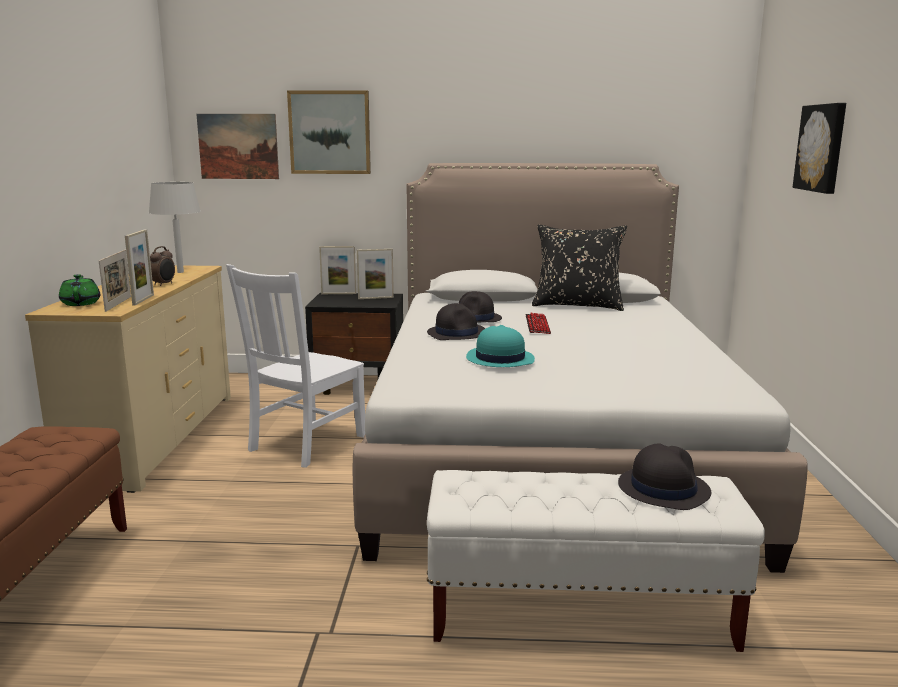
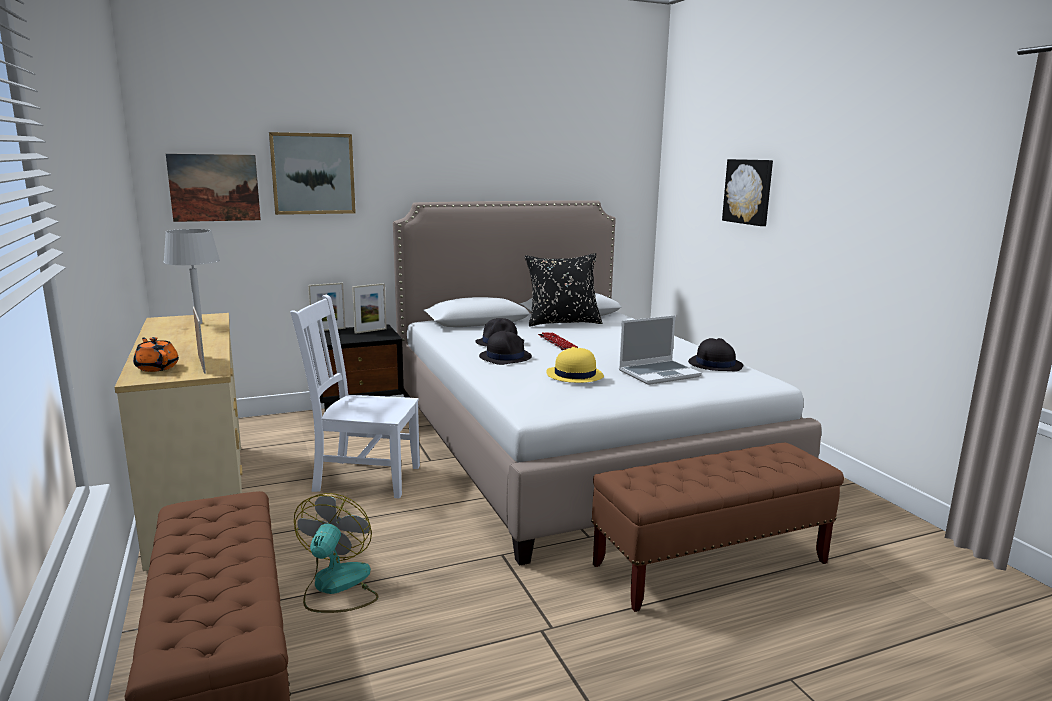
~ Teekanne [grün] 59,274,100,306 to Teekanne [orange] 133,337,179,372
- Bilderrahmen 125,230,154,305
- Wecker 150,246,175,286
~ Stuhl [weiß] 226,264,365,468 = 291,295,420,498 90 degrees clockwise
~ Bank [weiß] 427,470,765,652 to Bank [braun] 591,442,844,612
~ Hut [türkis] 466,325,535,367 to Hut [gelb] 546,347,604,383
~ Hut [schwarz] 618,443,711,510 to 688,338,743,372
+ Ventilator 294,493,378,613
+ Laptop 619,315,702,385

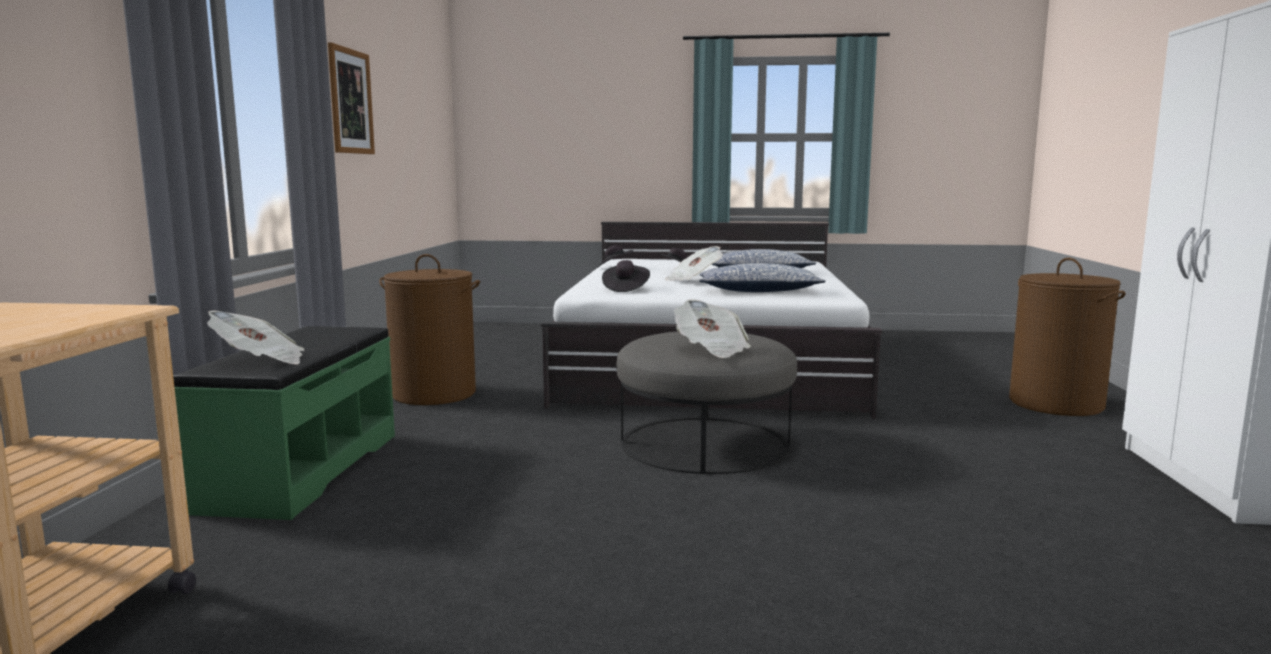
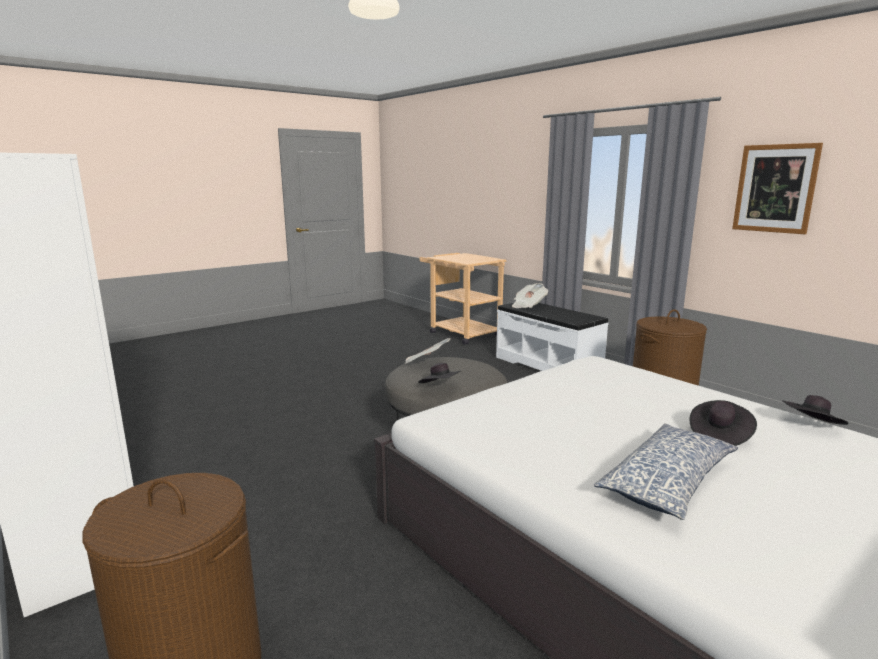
~ Bank [grün] 173,326,395,520 to Bank [weiß] 496,302,608,371
~ Hut [schwarz] 602,260,650,292 to 418,363,460,383
- Zeitung 665,246,723,281
- Kissen 699,263,826,292

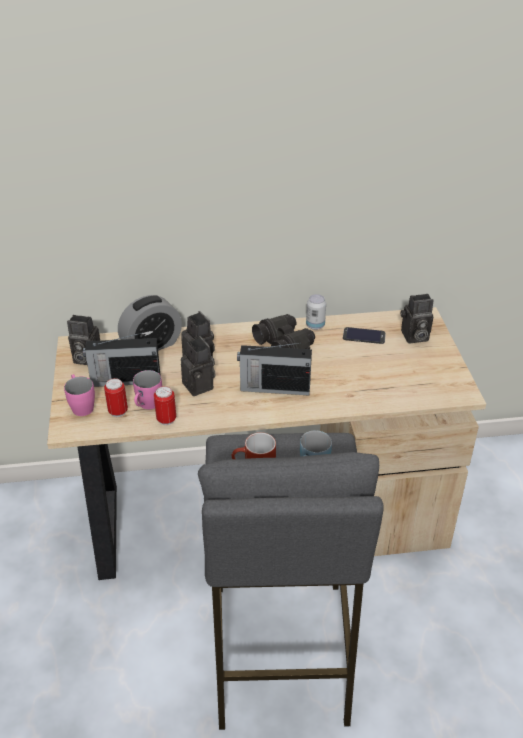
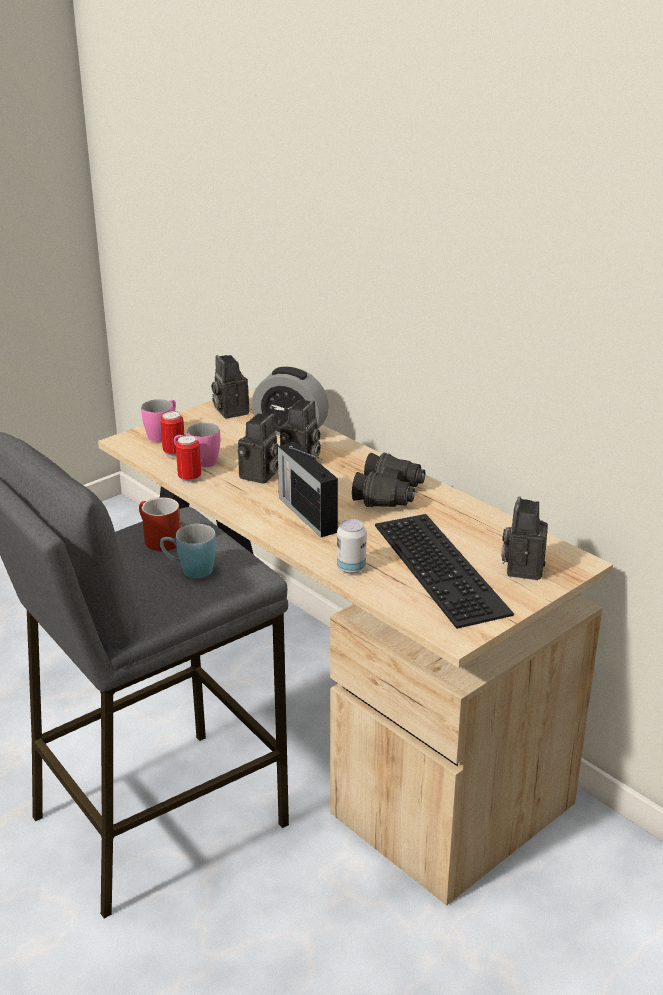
- Radio 83,332,160,387
~ Dose 306,294,326,330 to 337,519,367,574
- Handy 343,327,386,344
~ Kamera 401,294,434,343 = 501,496,548,580 60 degrees clockwise
+ Tastatur 375,514,514,629

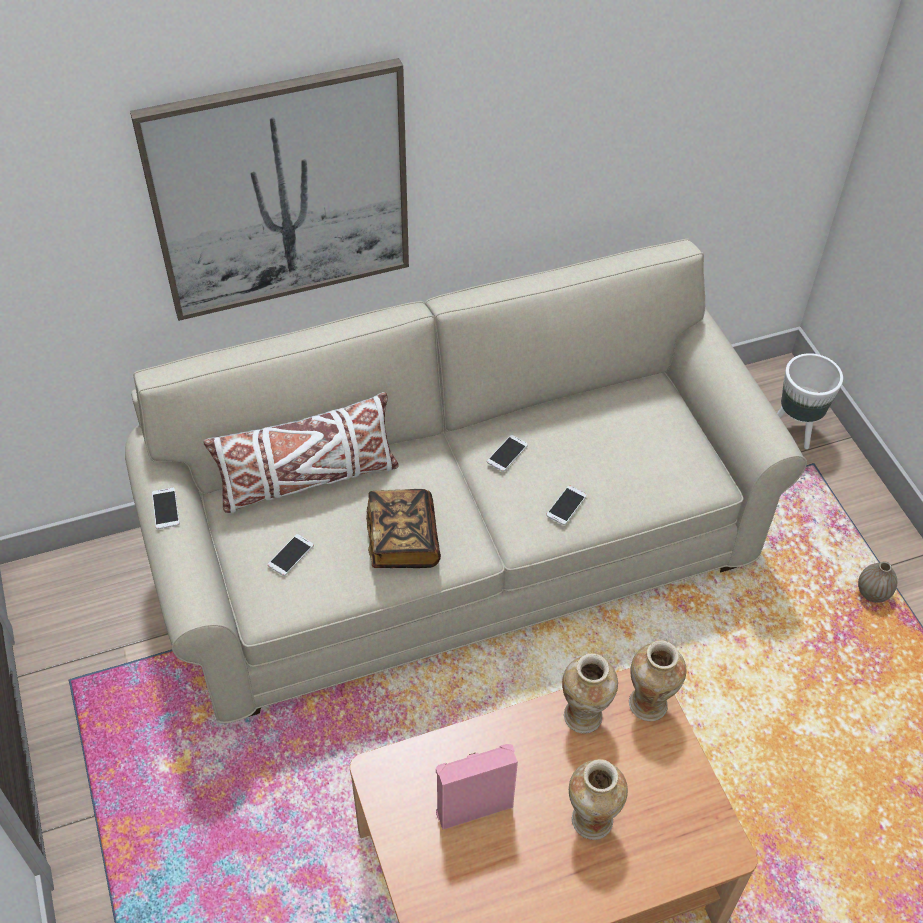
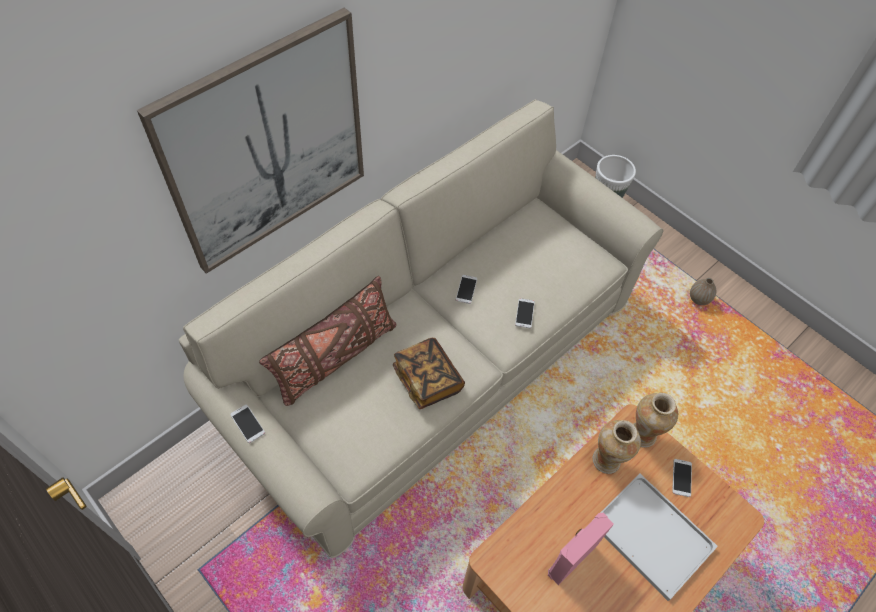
~ Kissen [weiß] 203,392,399,513 to Kissen [braun] 259,276,396,406
~ Handy 268,534,314,576 to 672,459,692,497
~ Vase 569,759,628,840 to Tablett [weiß] 600,474,718,601

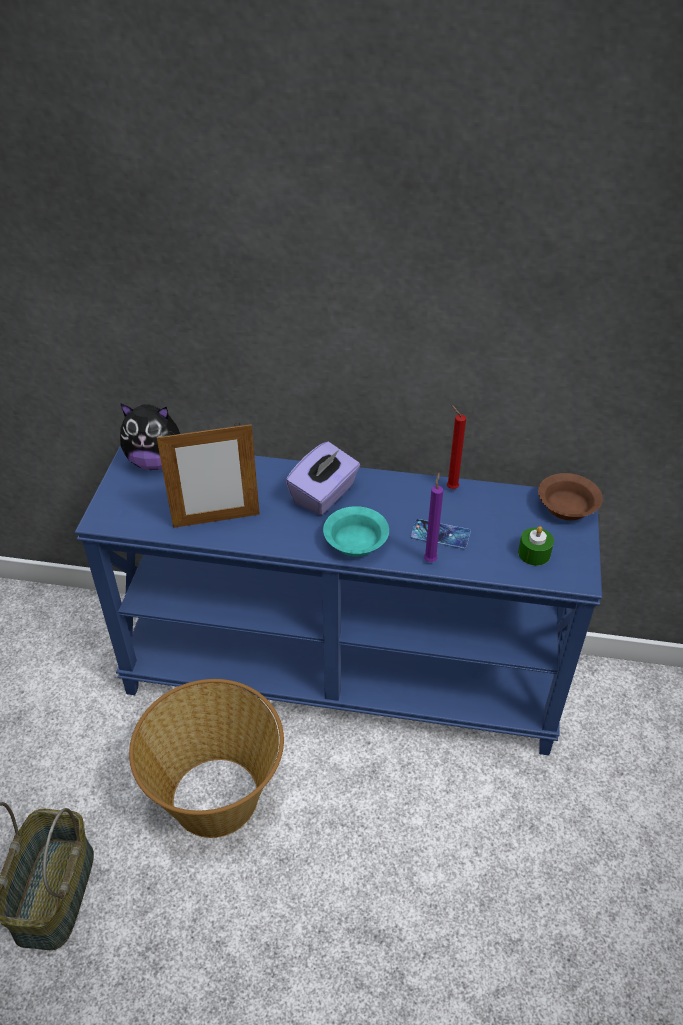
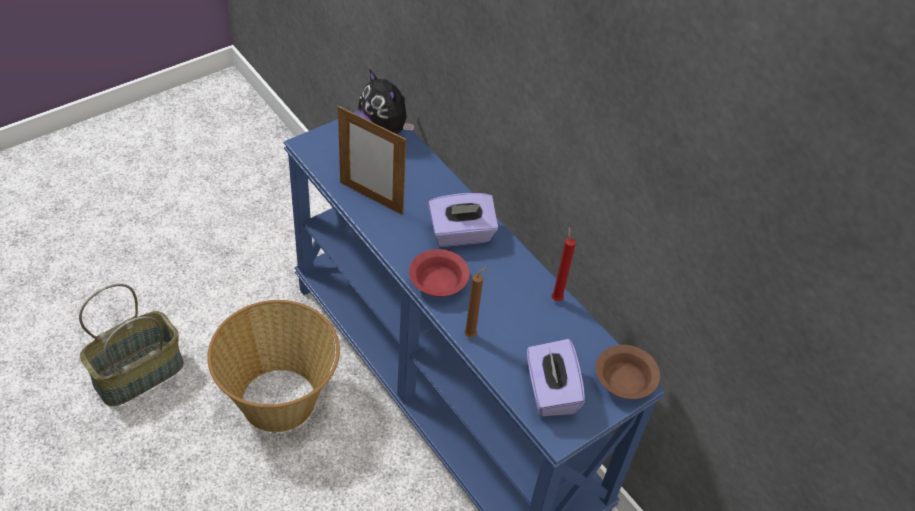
~ Schüssel [türkis] 323,506,389,557 to Schüssel [rot] 409,249,470,297
- Handy 410,519,471,549
~ Kerze [lila] 424,473,443,562 to Kerze [braun] 464,266,488,338
~ Kerze [grün] 518,526,554,566 to Taschentuchbox [lila] 527,339,585,417

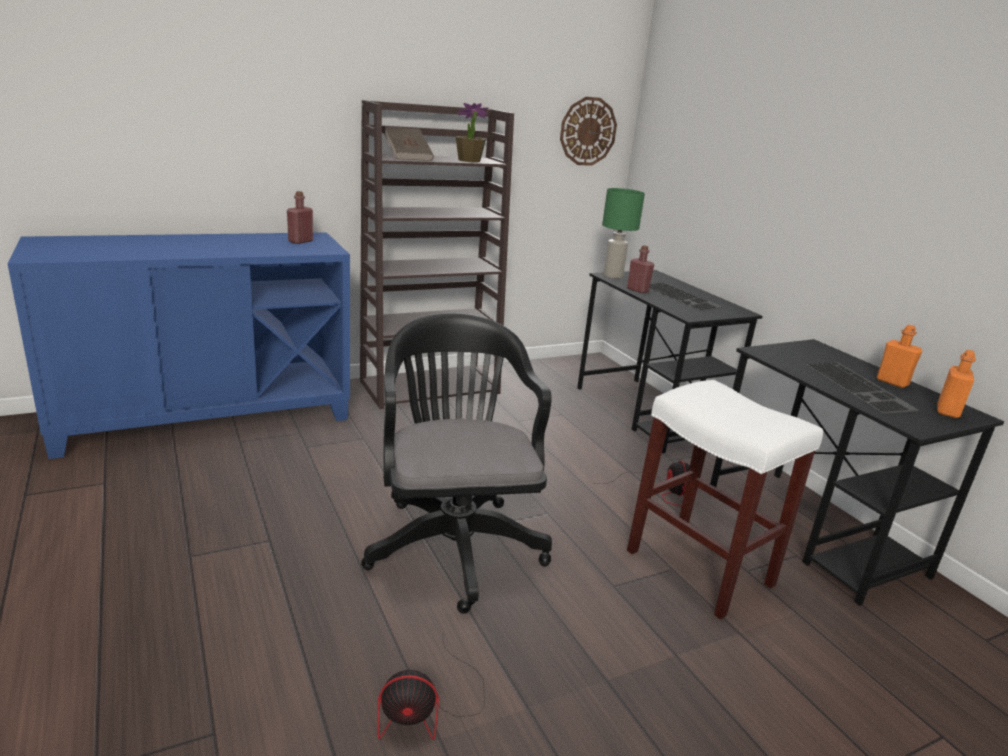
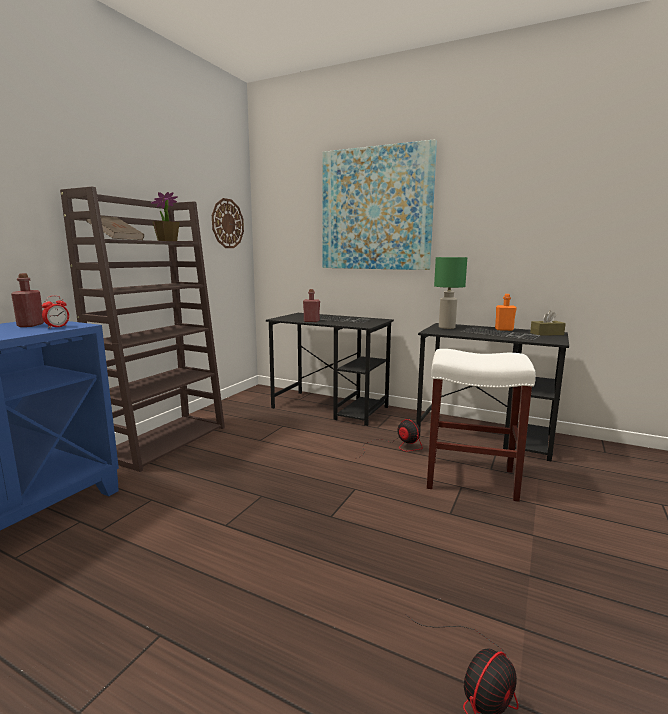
- Bürostuhl [schwarz] 361,313,552,614
~ Tischlampe [grün] 602,188,645,279 to 434,257,467,329
~ Flasche [orange] 937,350,976,418 to Taschentuchbox [braun] 530,311,566,336
+ Wecker 42,296,69,329
+ Bild 322,139,437,270

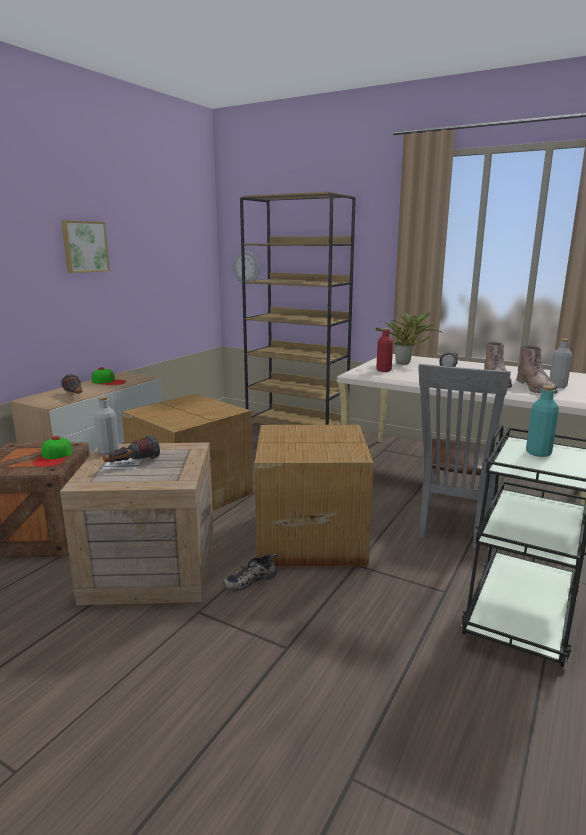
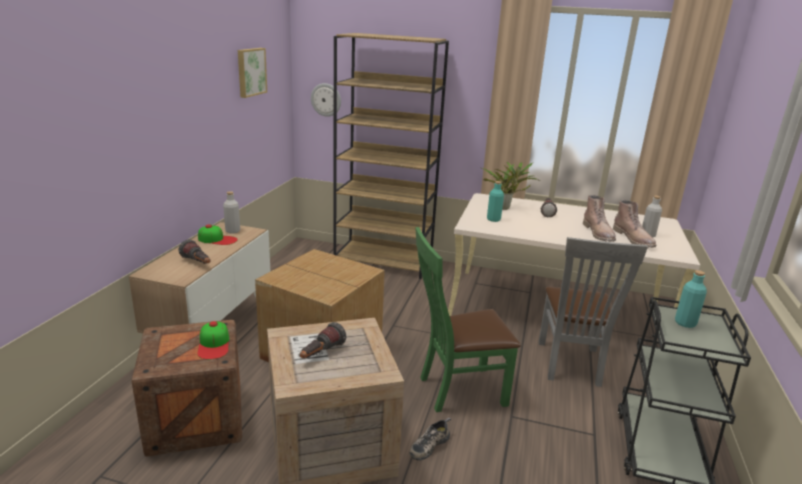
~ Bild 61,220,110,273 to 238,48,267,98
~ Flasche [grau] 94,396,119,455 to 223,191,240,234
~ Karton 254,425,374,567 to Stuhl [grün] 415,227,521,412
~ Flasche [rot] 376,328,393,372 to Flasche [türkis] 487,181,504,222

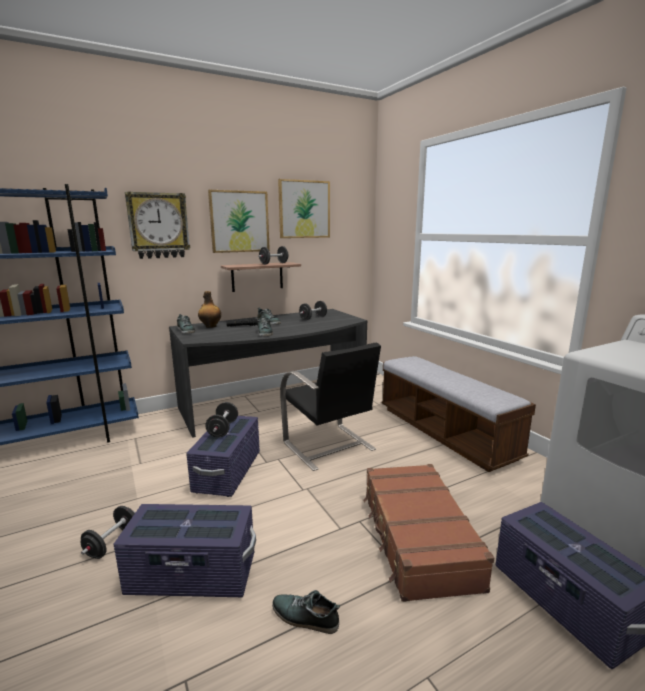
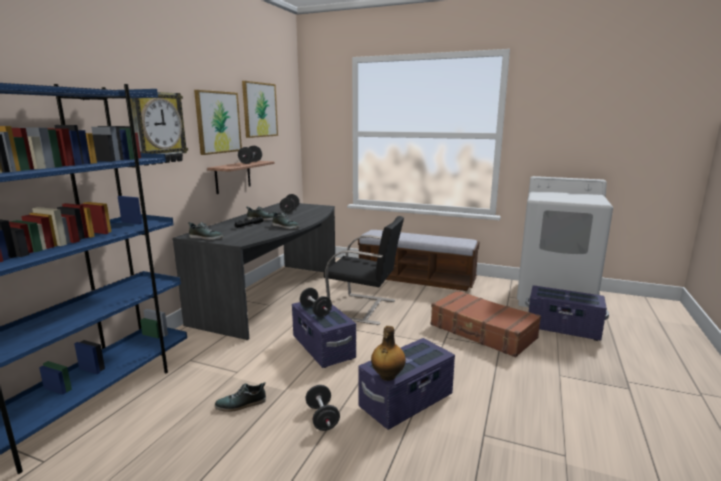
~ Flasche 198,291,221,328 to 371,326,406,381
~ Schuh 272,590,340,634 to 215,382,266,412

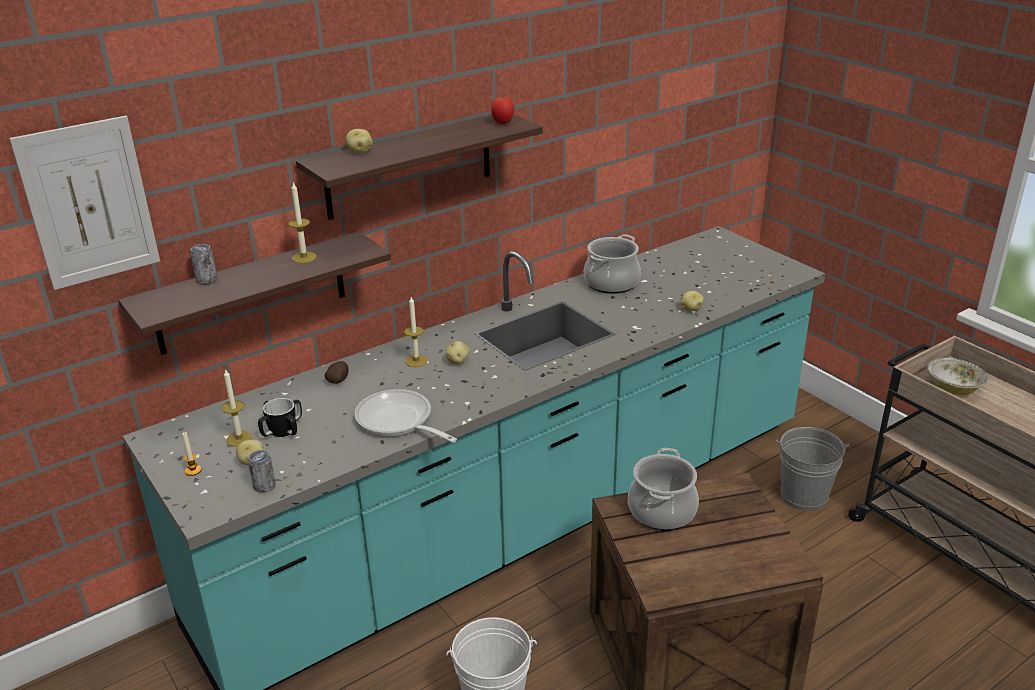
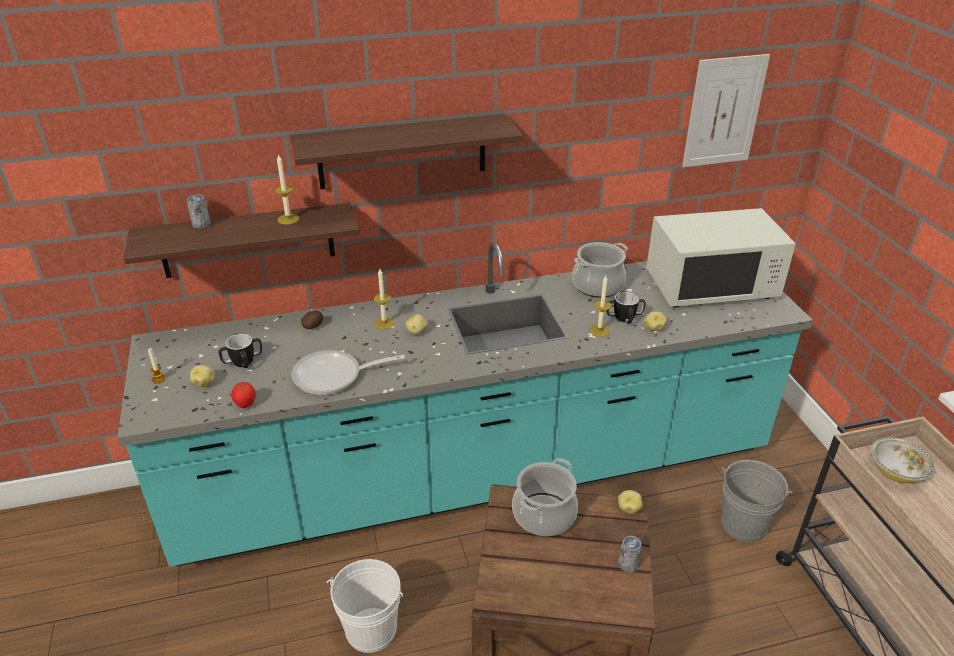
~ Bild 9,116,160,290 to 682,54,770,167
~ Kerze 222,369,253,447 to 590,276,611,337
~ Dose 248,450,276,493 to 618,536,642,573
~ Kartoffel 345,129,373,153 to 618,490,643,514
~ Pfanne 355,389,457,443 = 291,350,405,395 75 degrees counterclockwise
~ Tomate 491,97,514,124 to 231,382,256,408
+ Henkelbecher 606,291,646,324
+ Mikrowelle [weiß] 646,208,796,307

